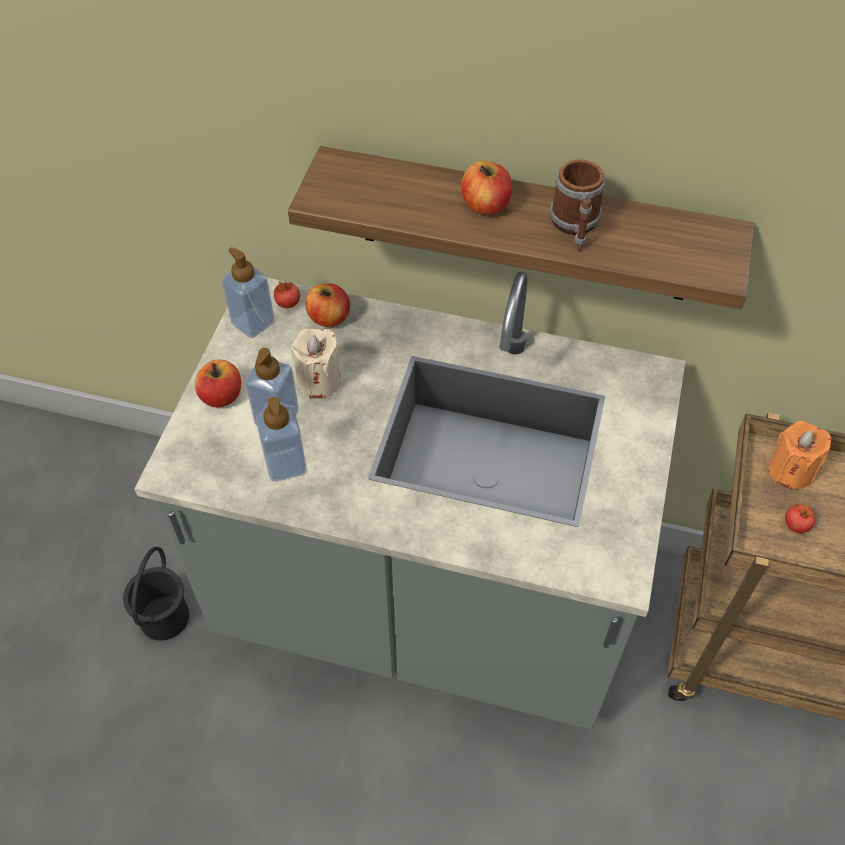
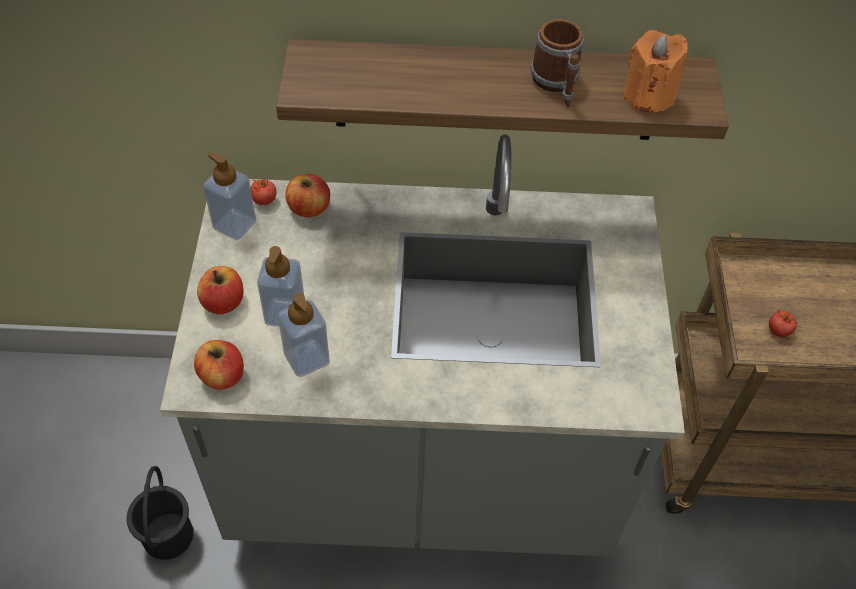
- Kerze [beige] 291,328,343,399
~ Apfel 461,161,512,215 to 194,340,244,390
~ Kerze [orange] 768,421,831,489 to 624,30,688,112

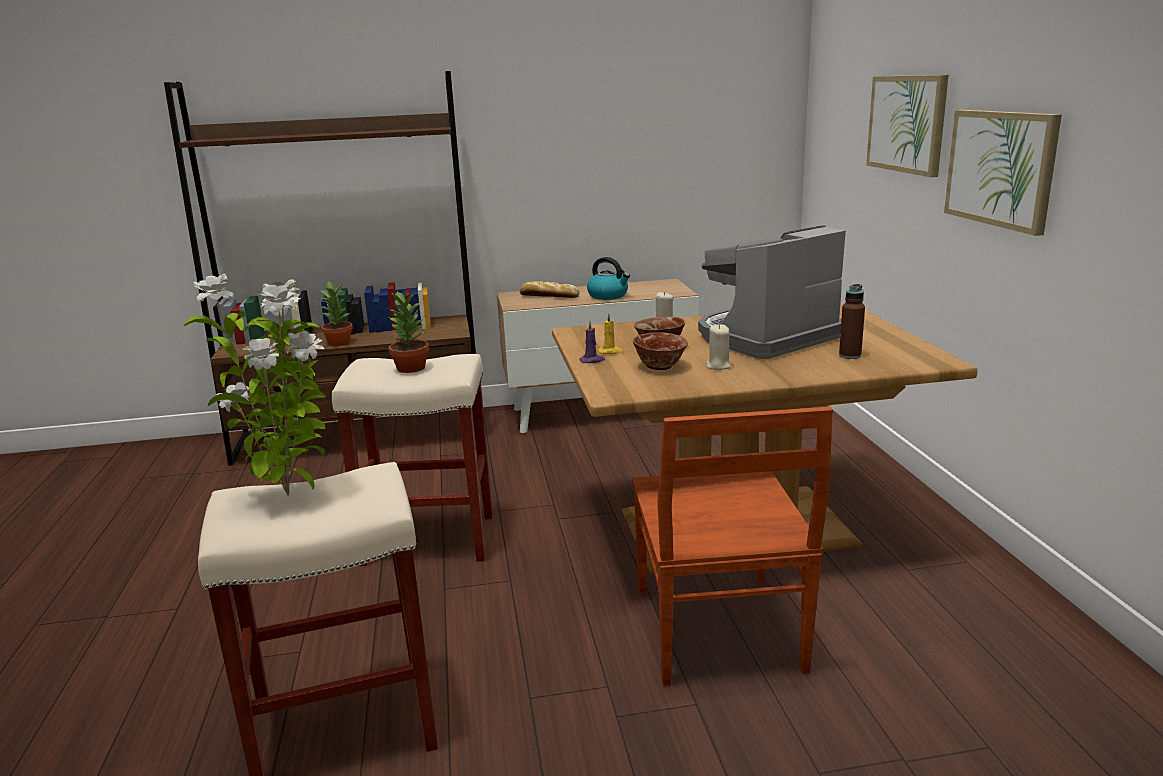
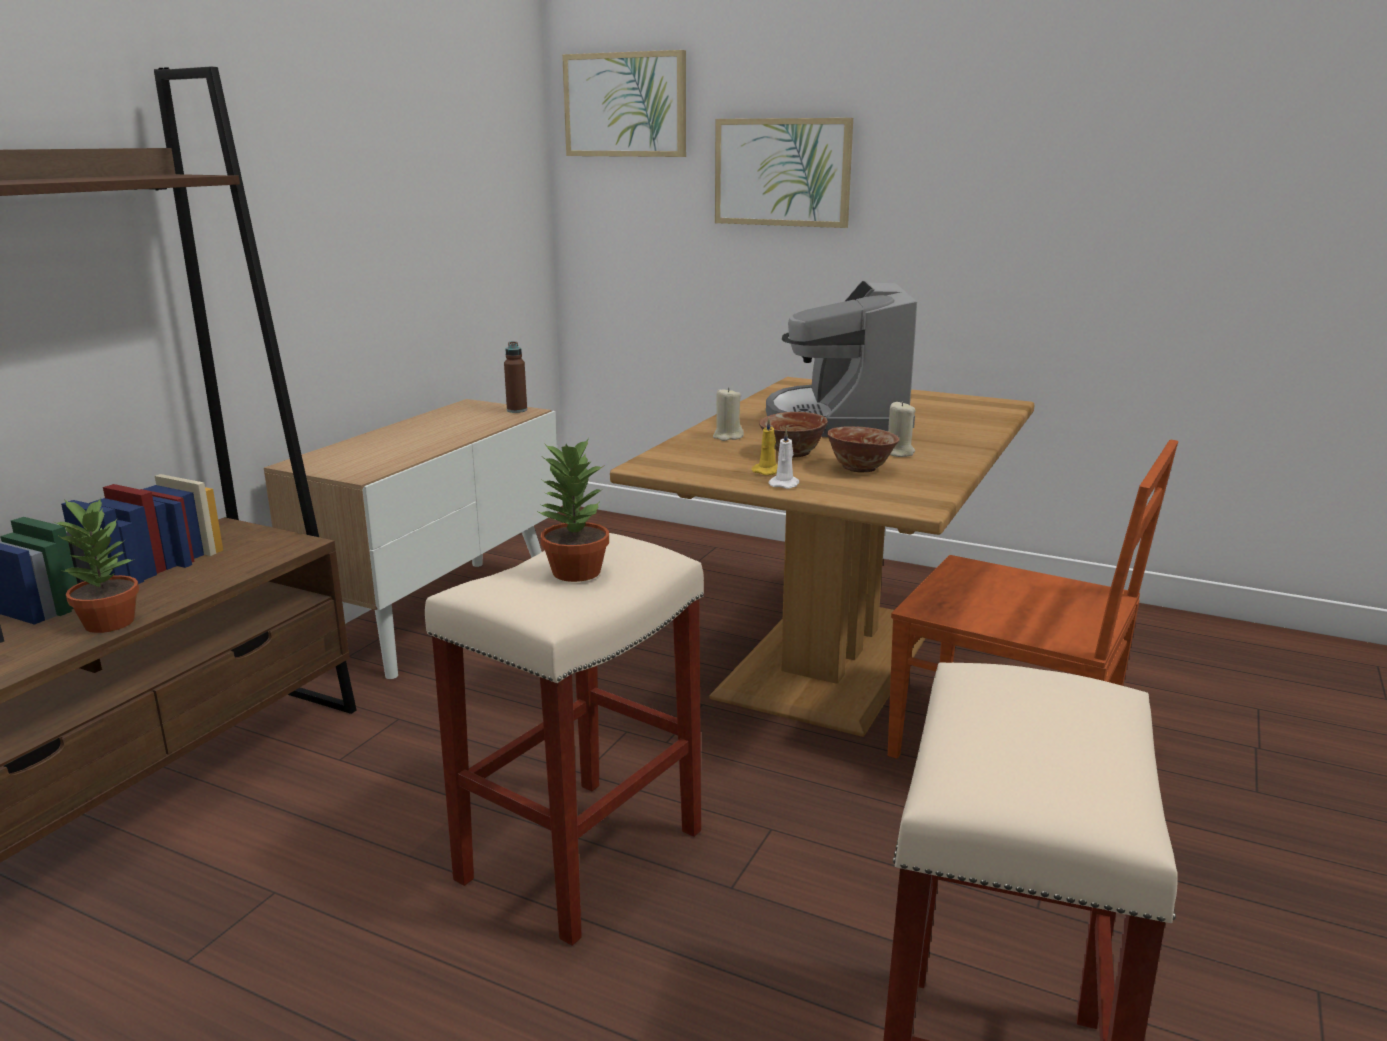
- Topfpflanze 183,274,325,496
- Brot 519,281,579,298
~ Kerze [lila] 579,321,605,363 to Kerze [weiß] 768,429,799,489
- Wasserkessel 587,257,630,300
~ Flasche [braun] 839,284,865,359 to 504,341,527,413
~ Bild 944,110,1062,236 to 562,50,686,157

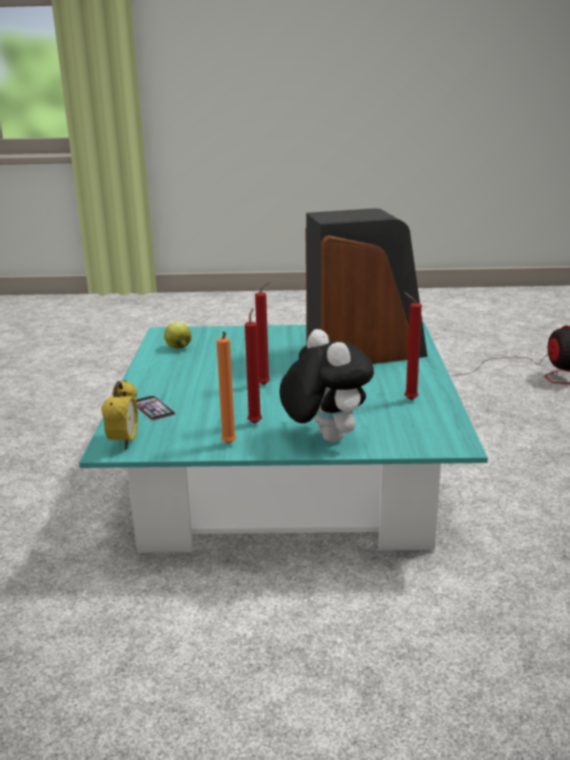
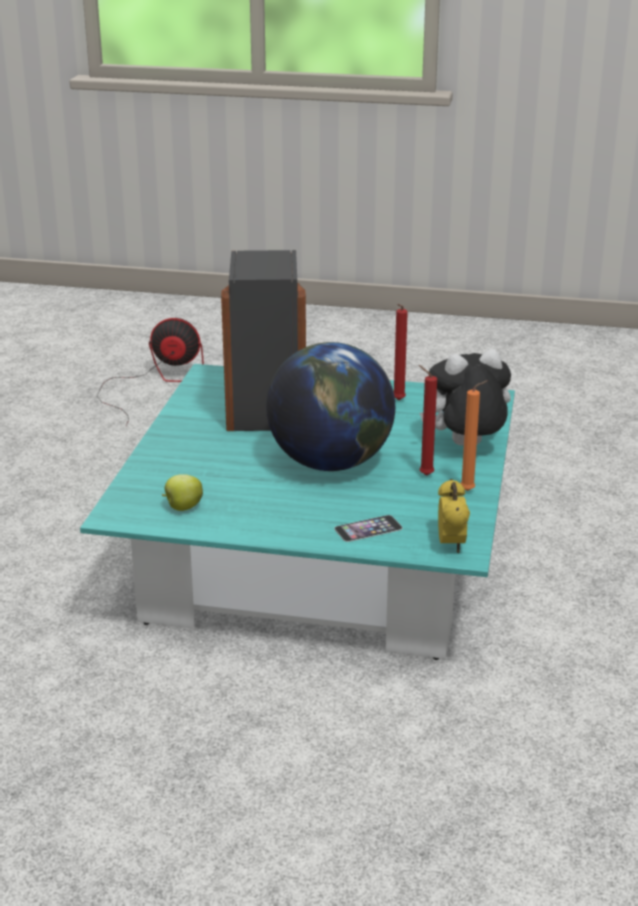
~ Wecker 101,381,138,449 = 438,479,470,553 75 degrees clockwise
~ Kerze [rot] 255,281,271,385 to Globus 266,342,395,471

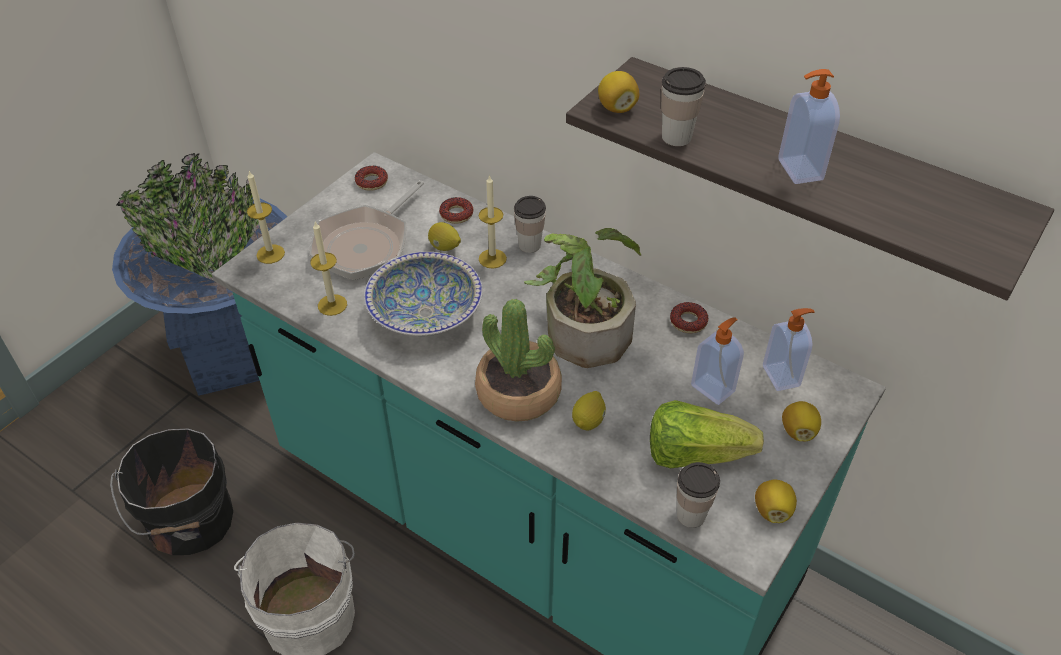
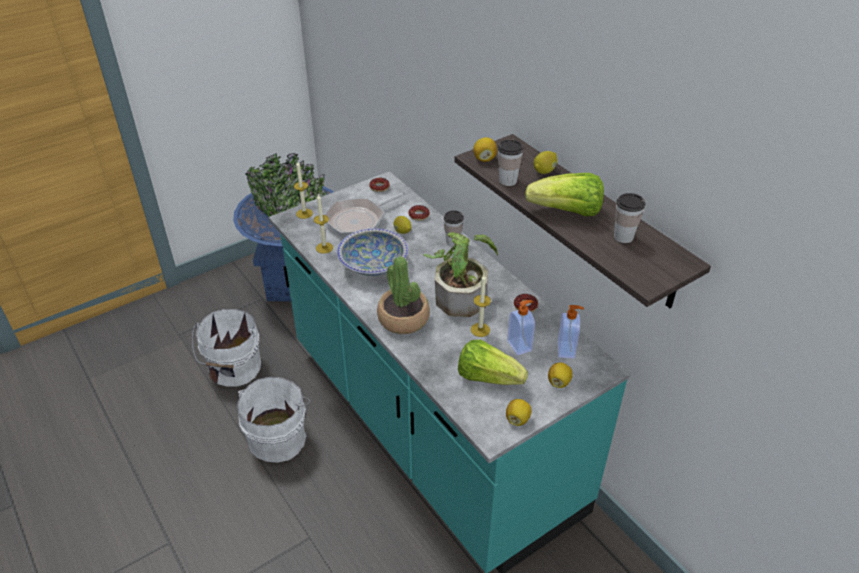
~ Eimer [schwarz] 110,429,233,555 to Eimer [weiß] 192,309,261,387
~ Kerze 478,175,507,268 to 471,275,491,337
~ Zitrone 572,391,606,430 to 534,151,557,174
~ Tasse 677,462,720,528 to 614,193,646,243
~ Seifenspender 778,69,840,184 to Salatkopf 525,173,604,216

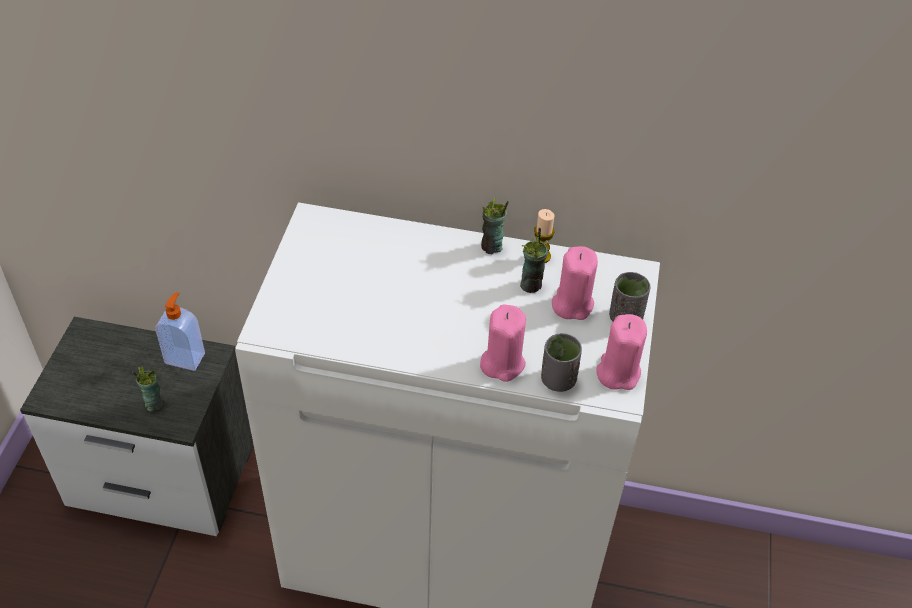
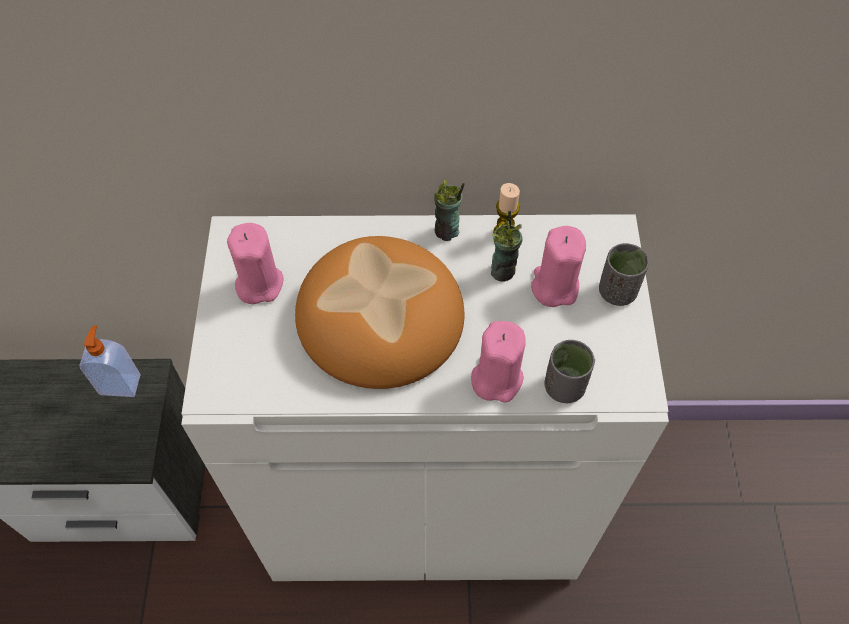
- Tasse 132,367,164,412
~ Kerze [rosa] 596,314,647,390 to 227,223,283,304
+ Brot 295,236,464,389

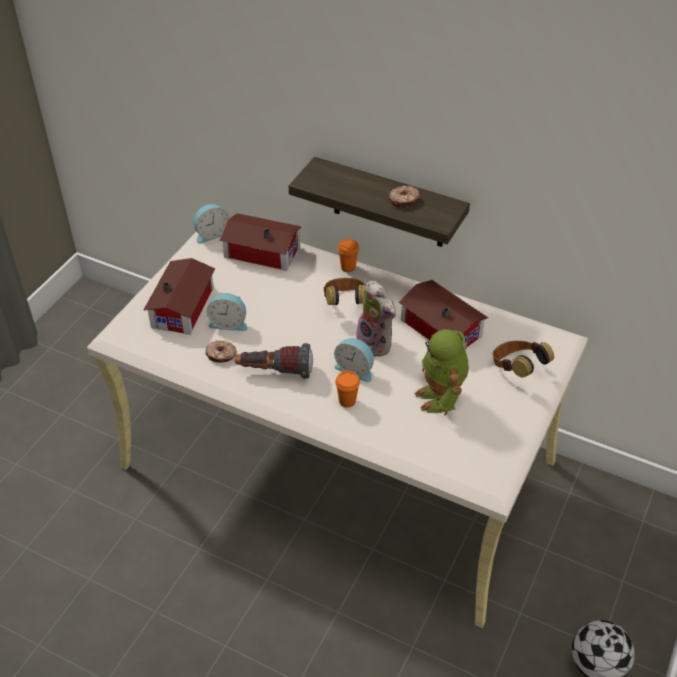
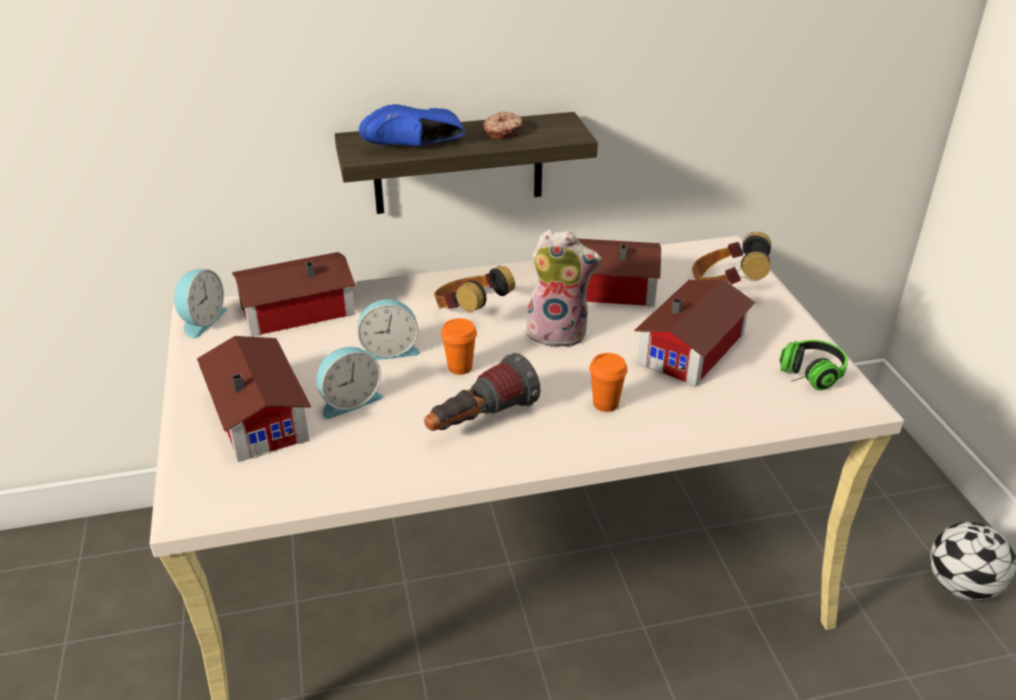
- Donut 205,340,237,363
~ Wecker 334,338,374,382 to 357,299,420,360
~ Tasse [orange] 338,239,359,272 to 441,318,477,375
~ Spielzeugroboter 414,329,469,415 to Spielzeughaus 634,279,756,387
+ Schuh [blau] 359,104,465,146
+ Kopfhörer 779,340,848,390

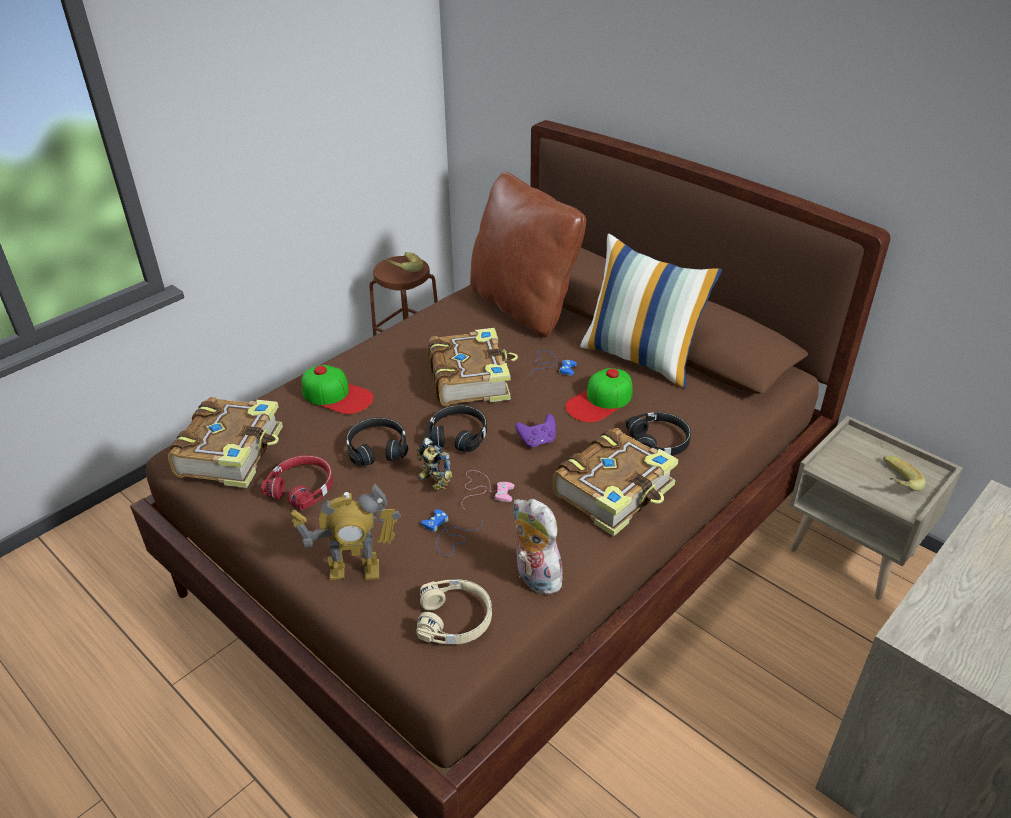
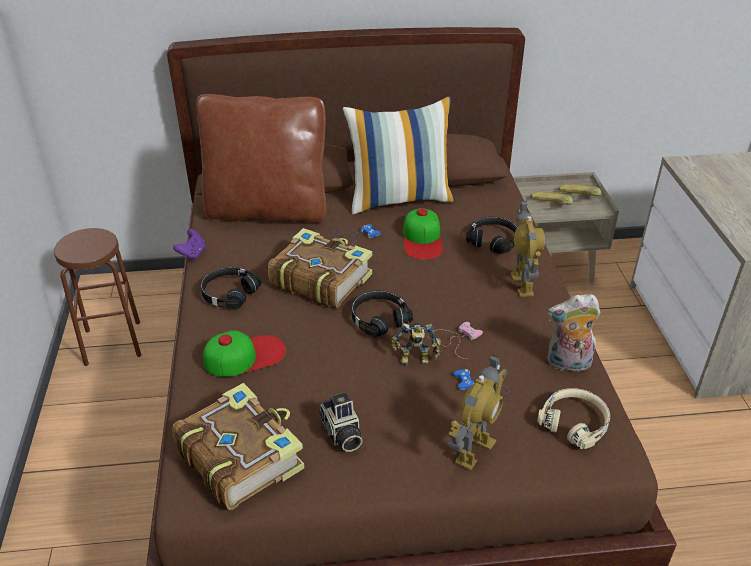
~ Kopfhörer [rot] 261,455,333,510 to Kamera 318,392,363,452
~ Kopfhörer [schwarz] 346,417,408,466 to 200,267,262,309
~ Banane 385,252,423,272 to 530,192,573,205
~ Gamepad [lila] 515,414,556,448 to 173,229,206,260
~ Buch 553,428,678,536 to Spielzeugroboter 510,201,545,297

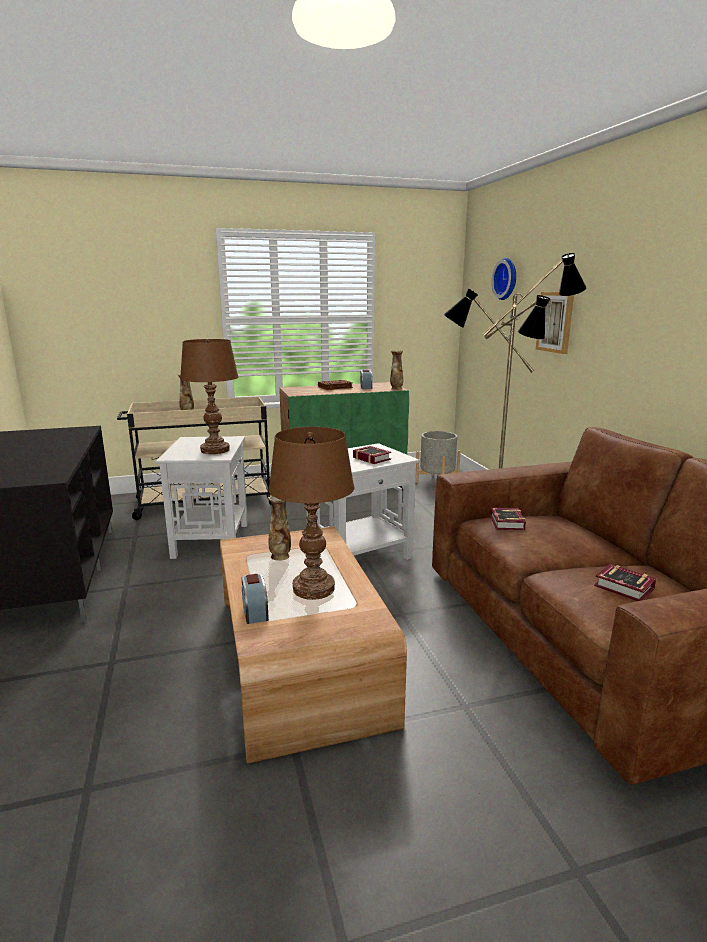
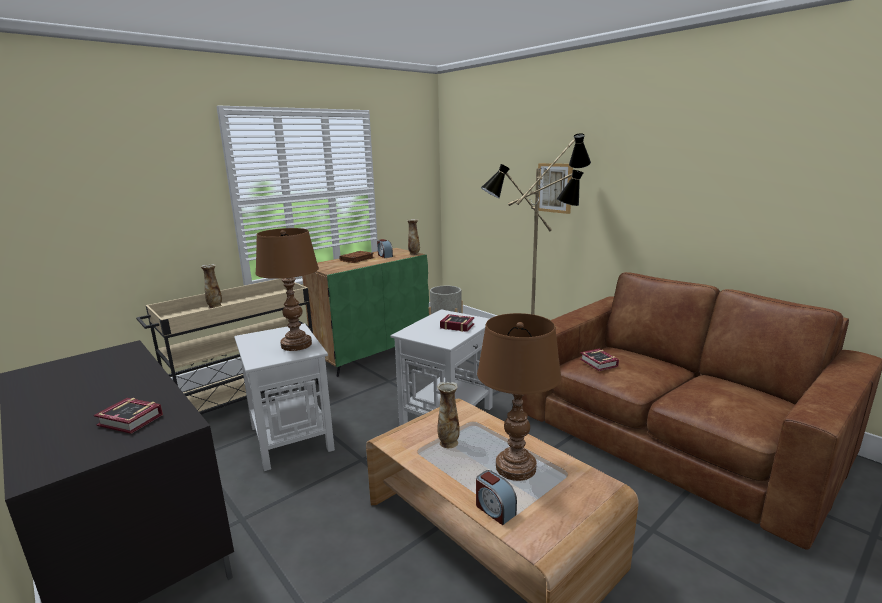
- Wanduhr 492,258,516,300
~ Buch 594,564,656,601 to 94,398,163,434

